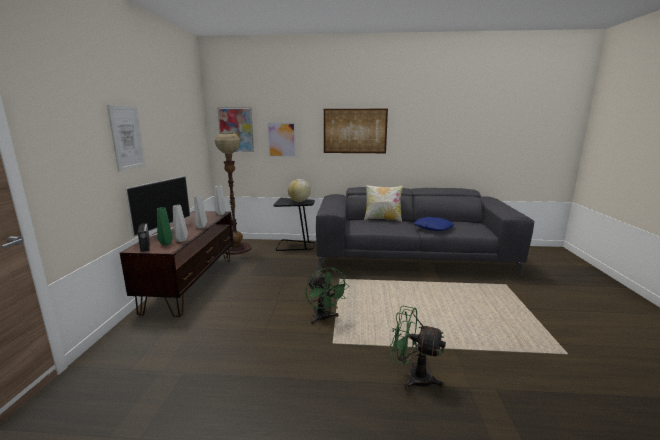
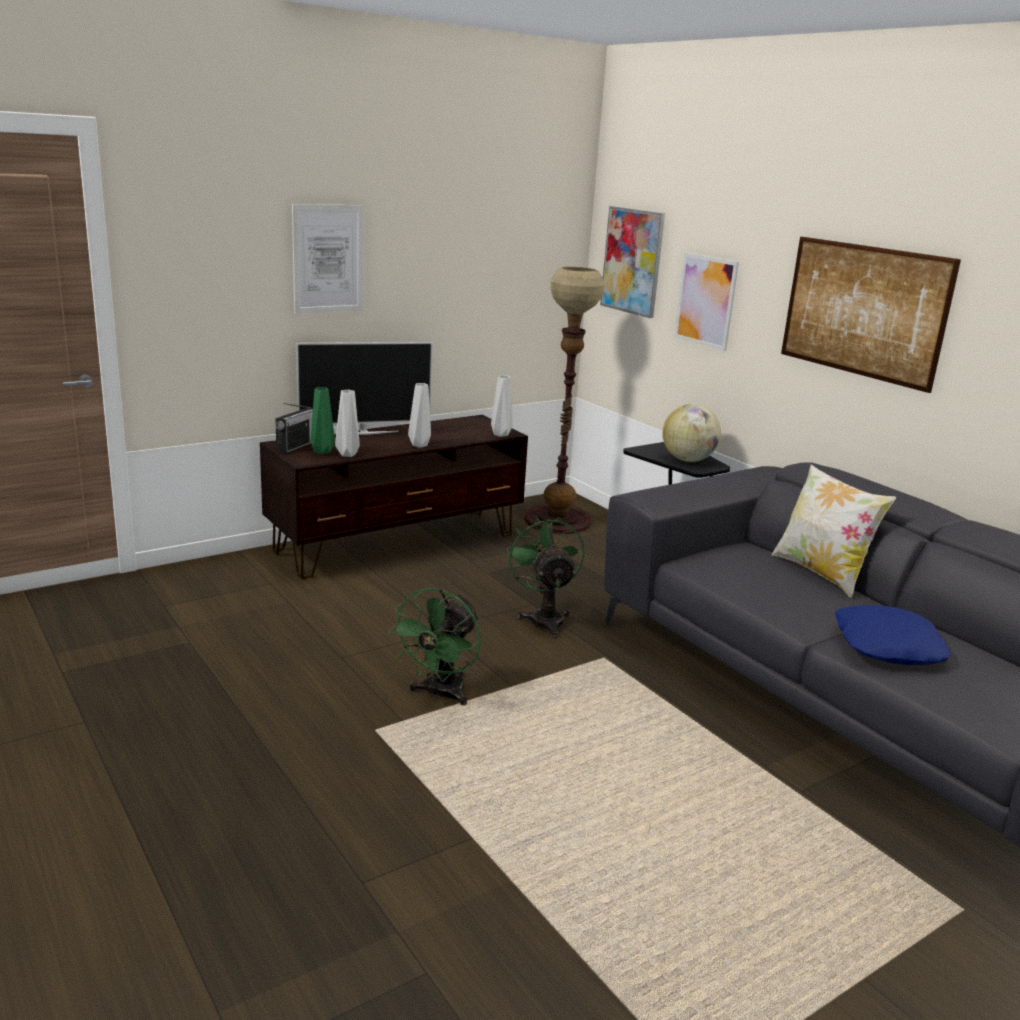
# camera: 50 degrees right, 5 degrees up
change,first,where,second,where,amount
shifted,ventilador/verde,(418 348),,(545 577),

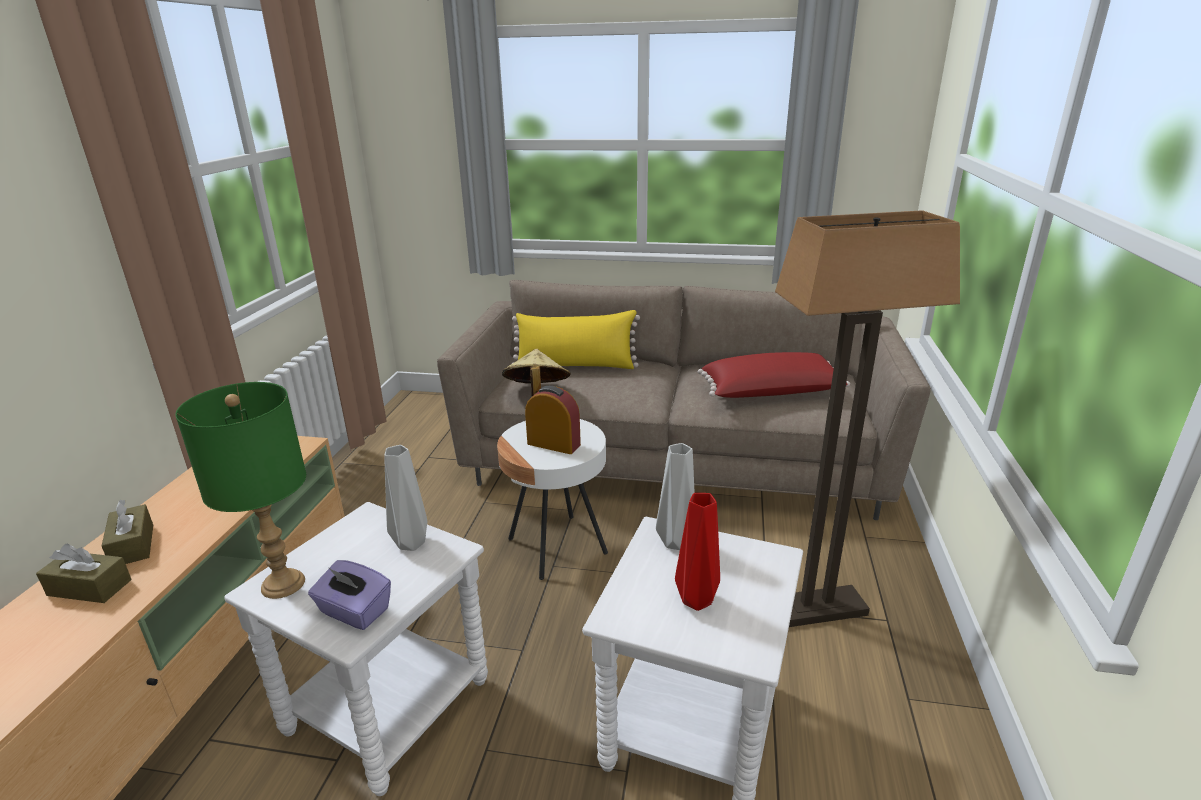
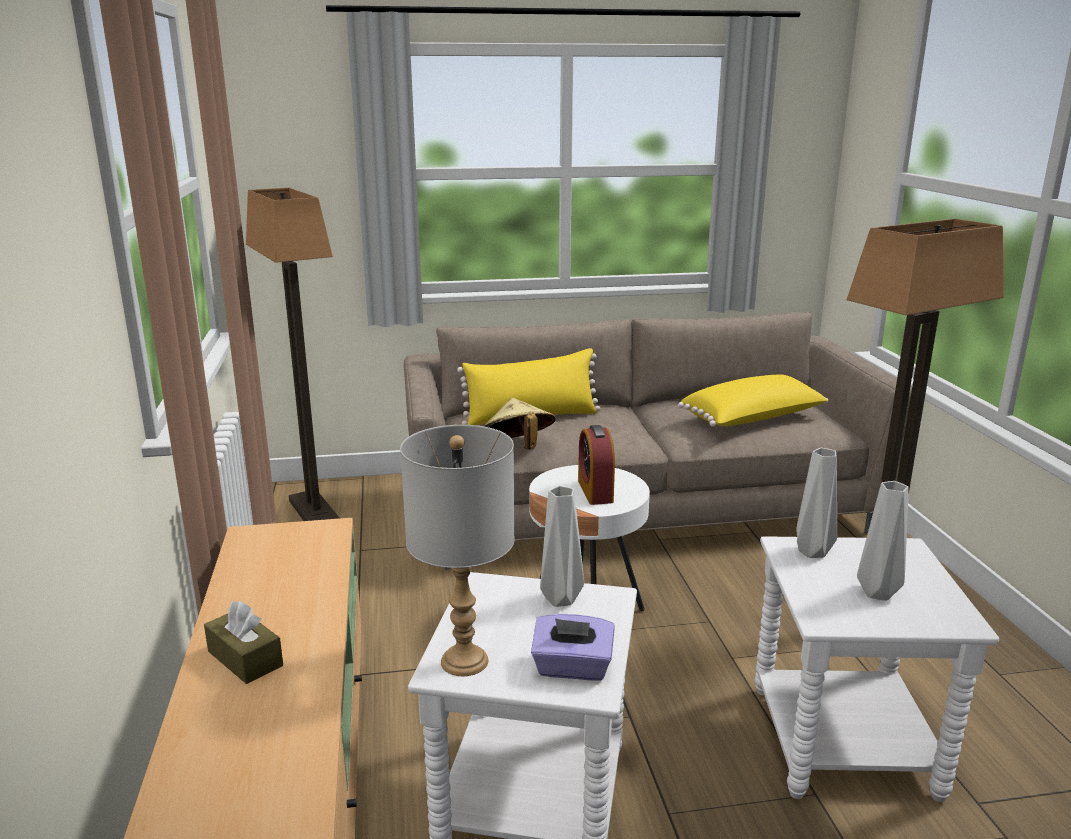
# camera: 20 degrees left, 5 degrees down
change,first,where,second,where,amount
gone,caja de pañuelos/marrón,(84 573),,,
repainted,lámpara de mesa/verde,(240 490),lámpara de mesa/gris,(457 550),
rotated,despertador,(553 420),,(596 465),105 degrees counterclockwise
repainted,florero/rojo,(697 552),florero/gris,(883 541),
repainted,cojín/rojo,(774 375),cojín/amarillo,(753 401),
new,,,lámpara de pie,(293 354),

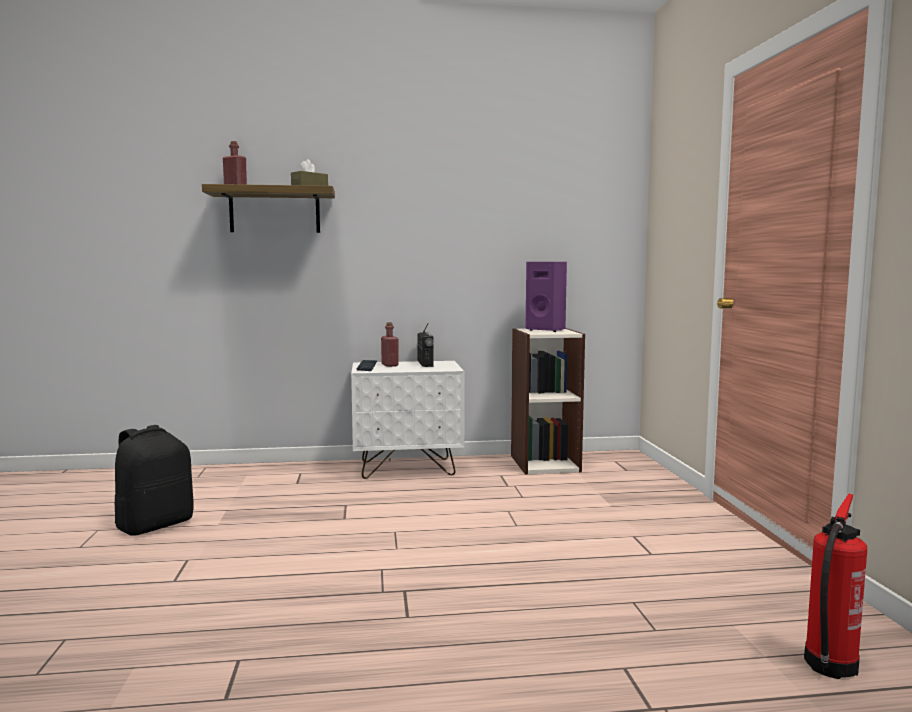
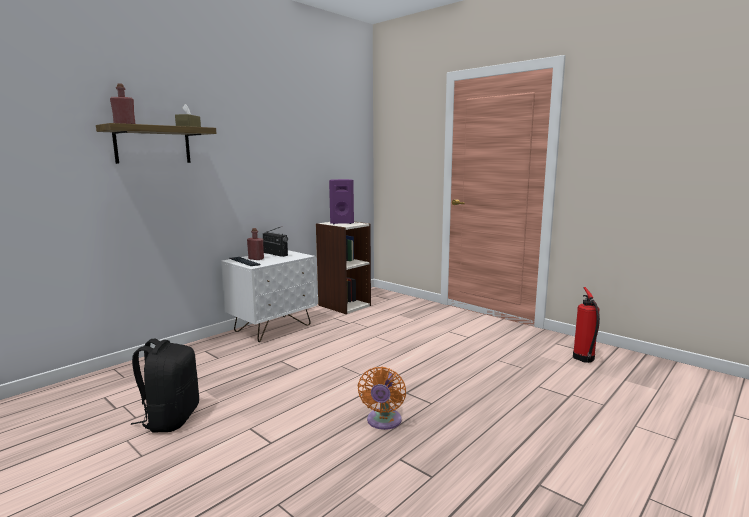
# camera: 40 degrees left, 5 degrees up
change,first,where,second,where,amount
new,,,ventilador/naranja,(381 398),

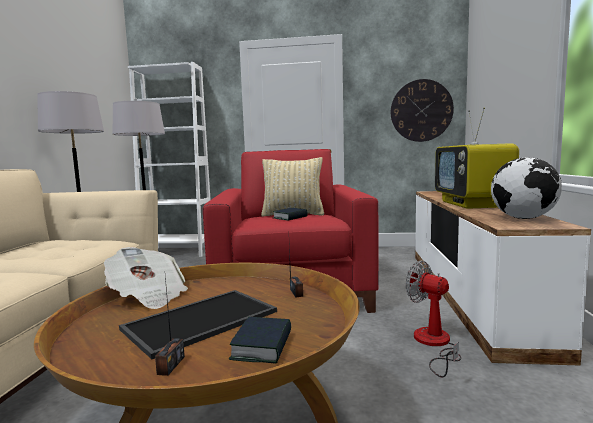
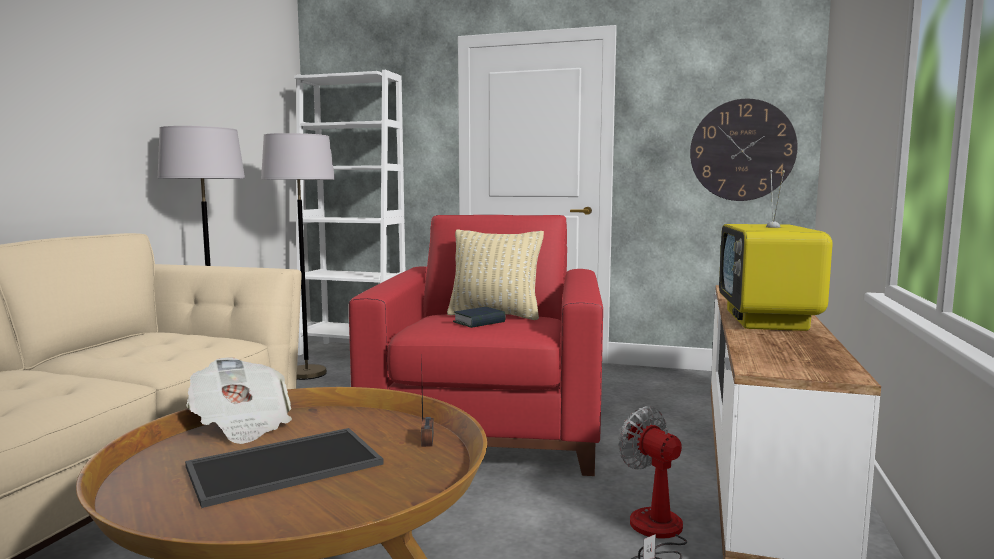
# camera: 10 degrees right, 0 degrees up
change,first,where,second,where,amount
gone,radio,(170 326),,,
gone,libro,(260 340),,,
gone,globo terráqueo,(526 188),,,

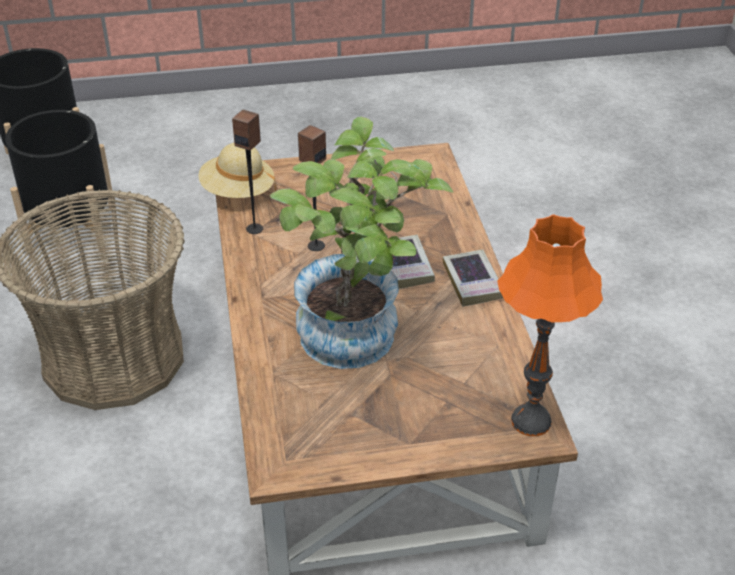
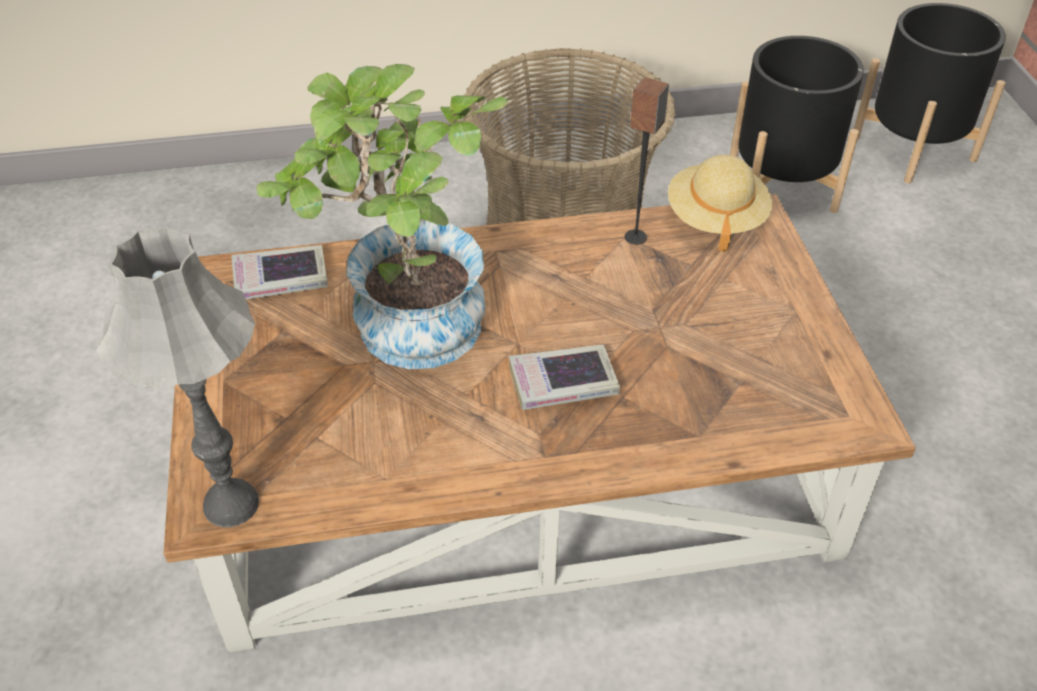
# camera: 90 degrees right, 5 degrees up
change,first,where,second,where,amount
gone,altavoz,(312 188),,,
shifted,libro,(473 278),,(279 272),
repainted,lámpara de mesa/naranja,(550 325),lámpara de mesa/gris,(177 376),

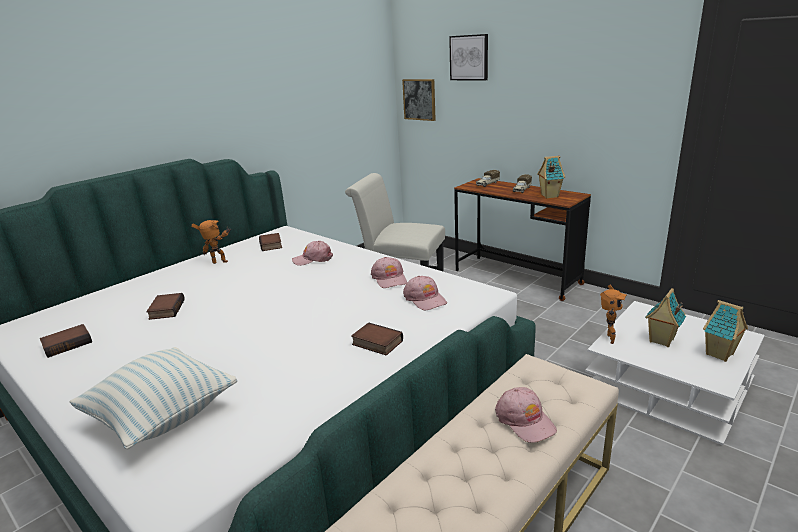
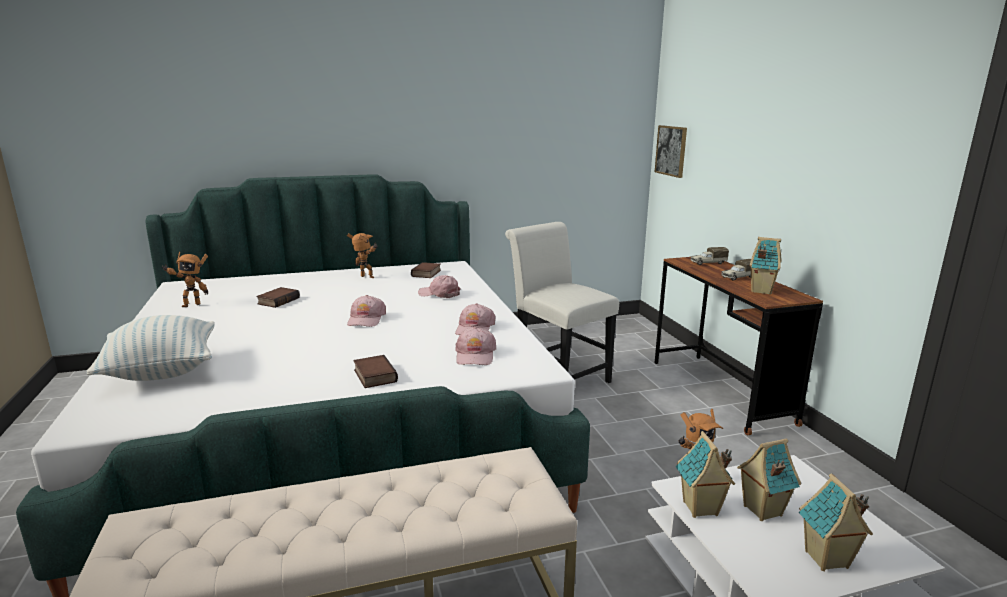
# camera: 30 degrees right, 5 degrees down
change,first,where,second,where,amount
swapped,libro,(66 341),robot de juguete,(184 279),
gone,cuadro,(468 57),,,
shifted,gorra/rosa,(526 415),,(366 311),
new,,,casita,(705 474),

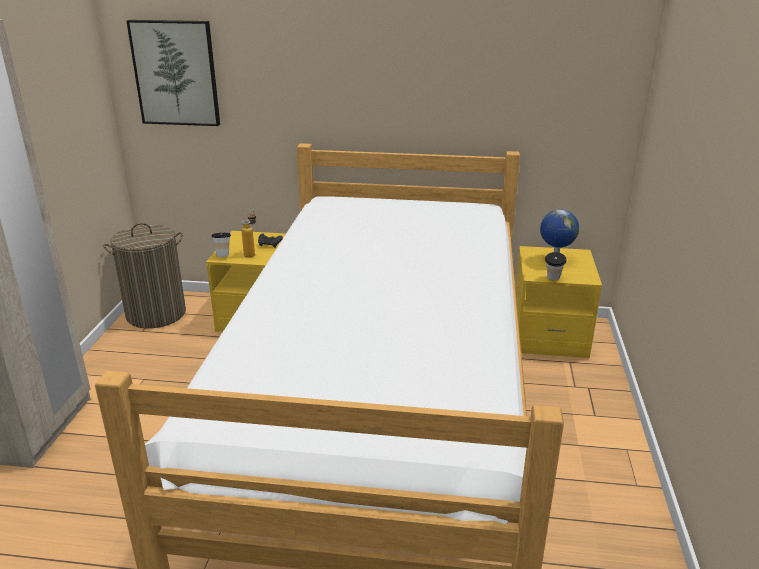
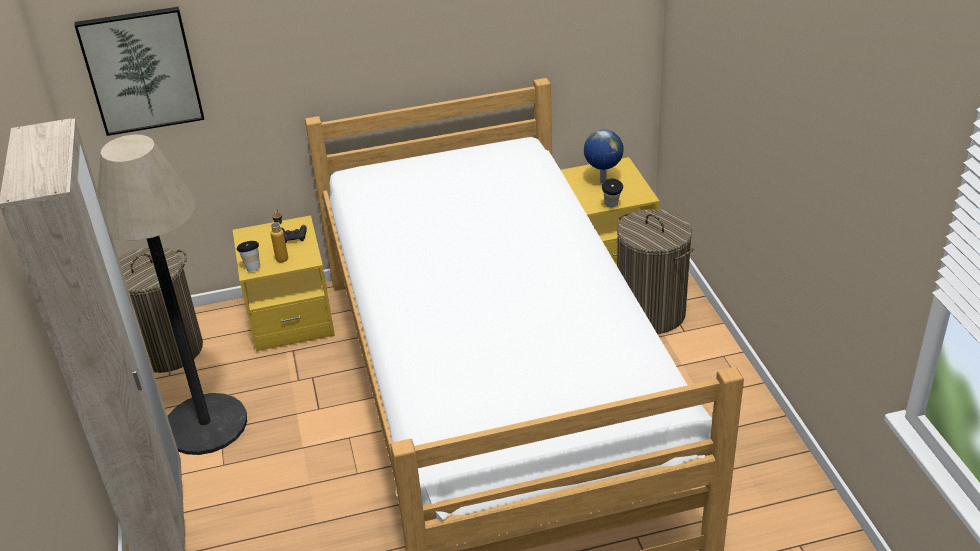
# camera: 20 degrees left, 10 degrees up
change,first,where,second,where,amount
new,,,lámpara de pie,(172 295),
new,,,cesto de la ropa,(655 271),

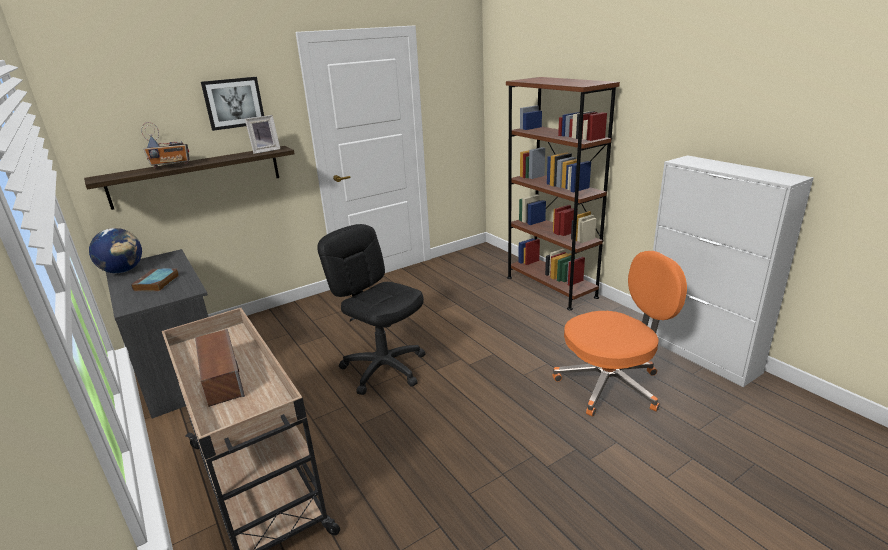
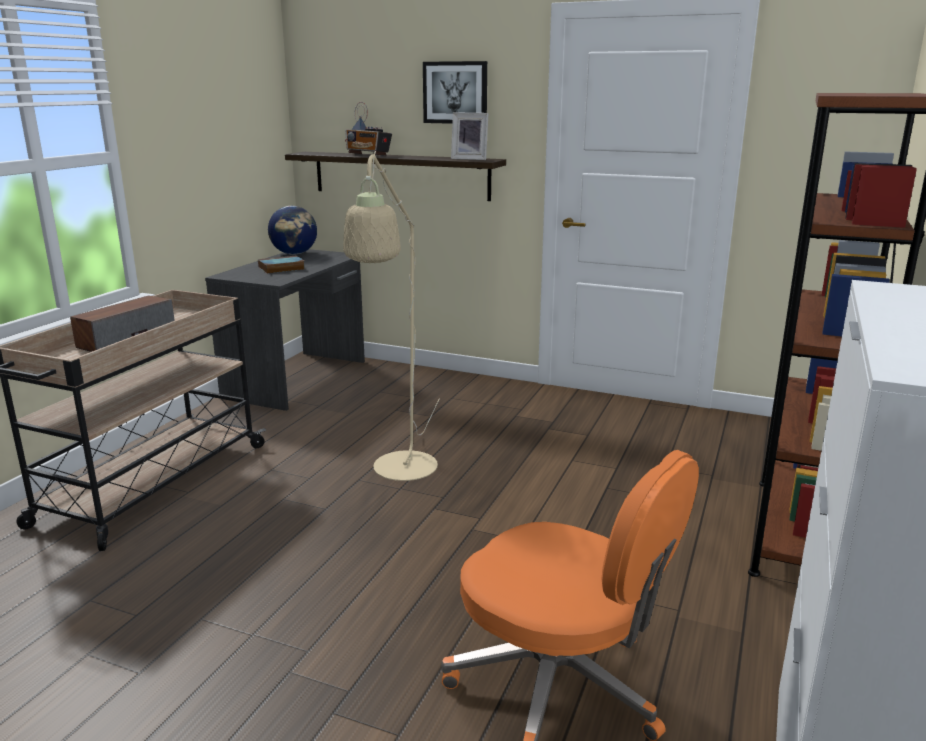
# camera: 55 degrees right, 5 degrees down
change,first,where,second,where,amount
swapped,silla de oficina/negro,(371 309),lámpara de pie/beis,(391 316),

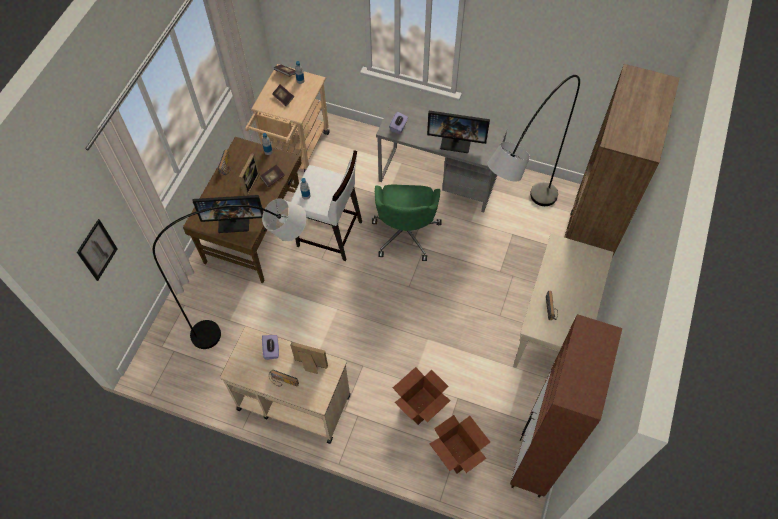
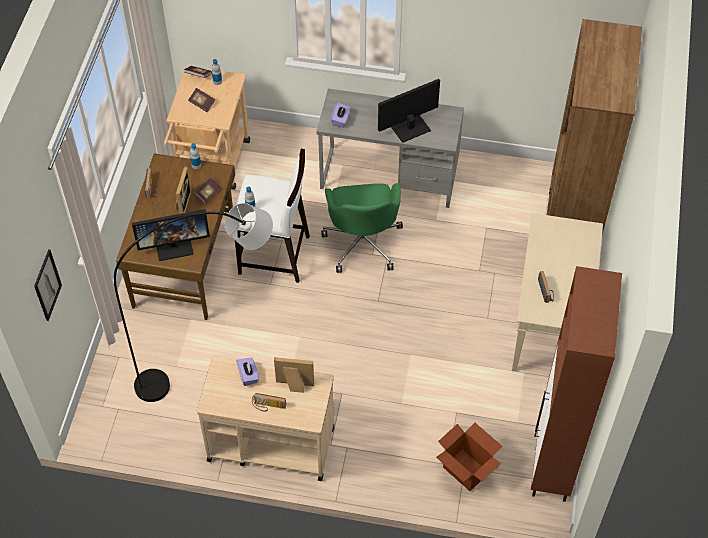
# camera: 10 degrees left, 5 degrees down
change,first,where,second,where,amount
gone,caja de cartón,(422 396),,,
rotated,monitor,(458 132),,(409 111),150 degrees clockwise
gone,lámpara de pie/gris,(534 140),,,

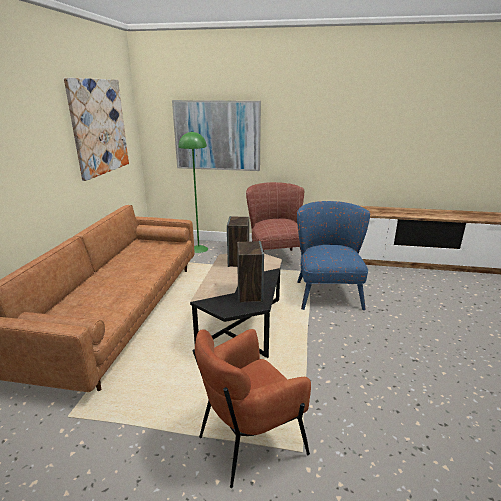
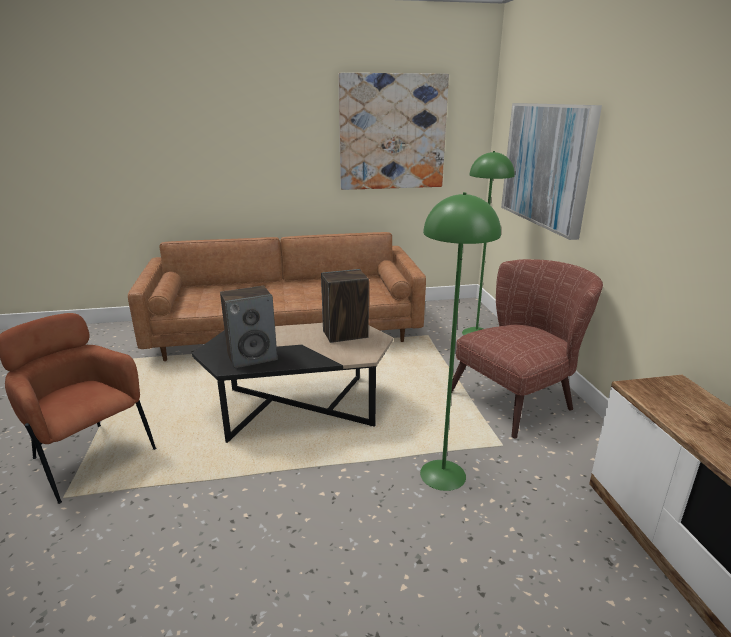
# camera: 70 degrees right, 0 degrees up
change,first,where,second,where,amount
swapped,sillón/azul,(333 255),lámpara de pie/verde,(460 341),

